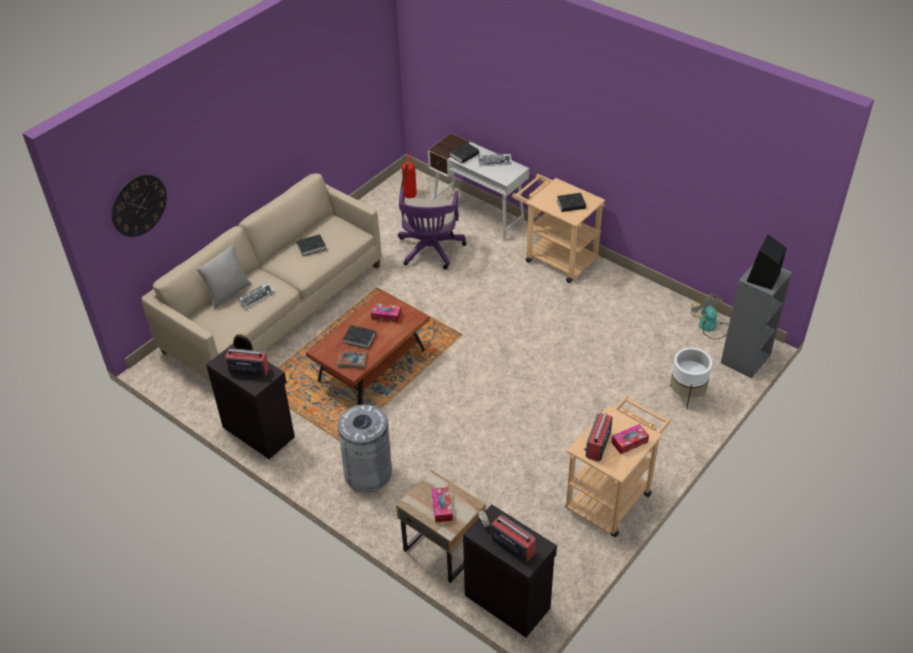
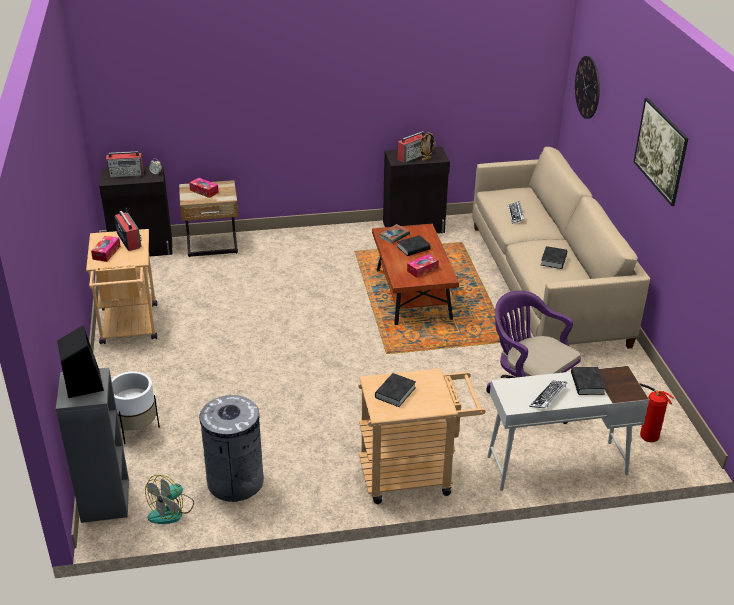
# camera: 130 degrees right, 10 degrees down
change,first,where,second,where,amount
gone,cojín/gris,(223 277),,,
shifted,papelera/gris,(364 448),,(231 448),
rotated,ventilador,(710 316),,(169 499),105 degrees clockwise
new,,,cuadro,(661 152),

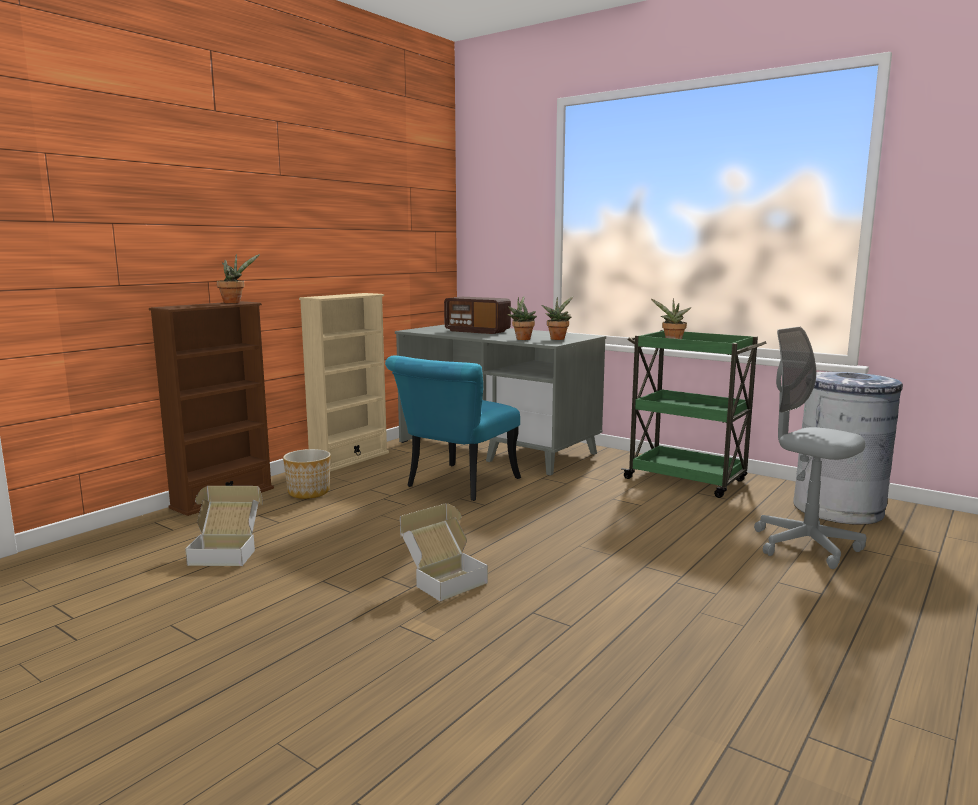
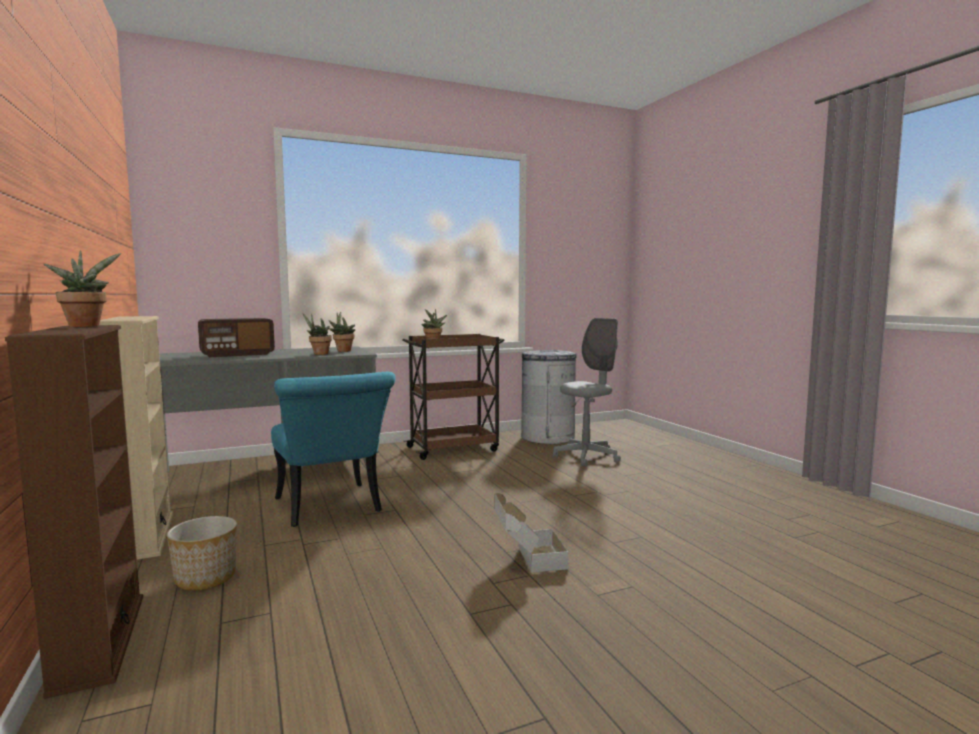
# camera: 60 degrees left, 5 degrees down
change,first,where,second,where,amount
gone,caja de cartón,(224 526),,,
repainted,carrito/verde,(694 414),carrito/marrón,(453 397),
rotated,silla de oficina/gris,(810 447),,(587 392),150 degrees clockwise

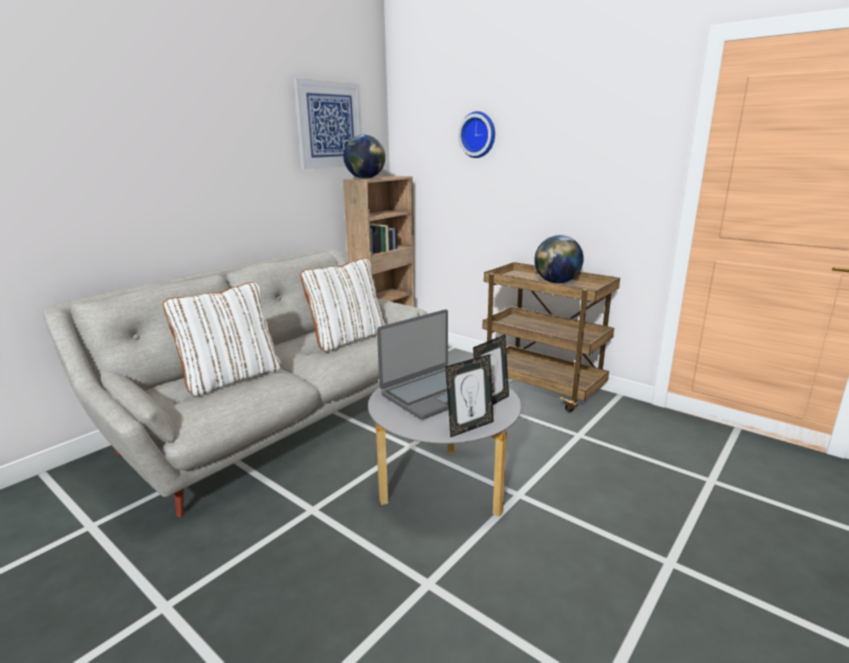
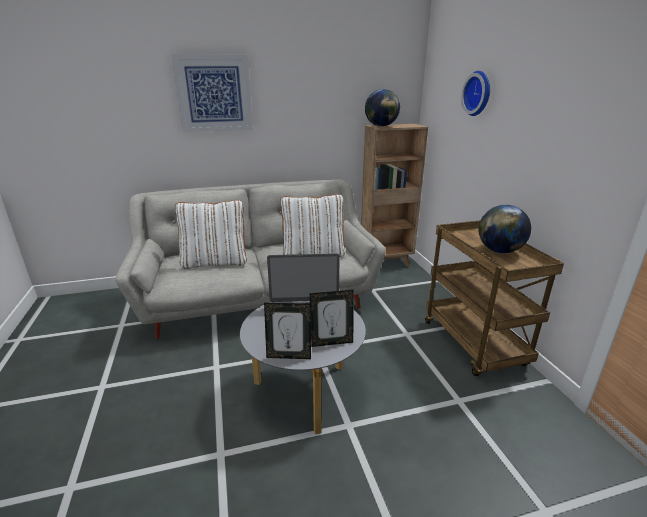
# camera: 35 degrees right, 5 degrees up
change,first,where,second,where,amount
shifted,cuadro,(328 123),,(212 93),

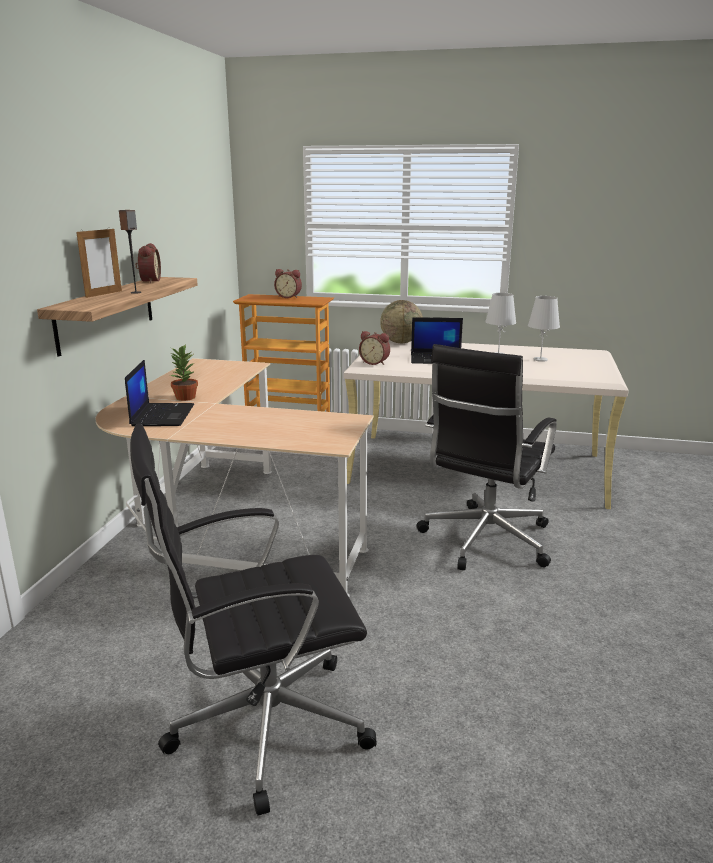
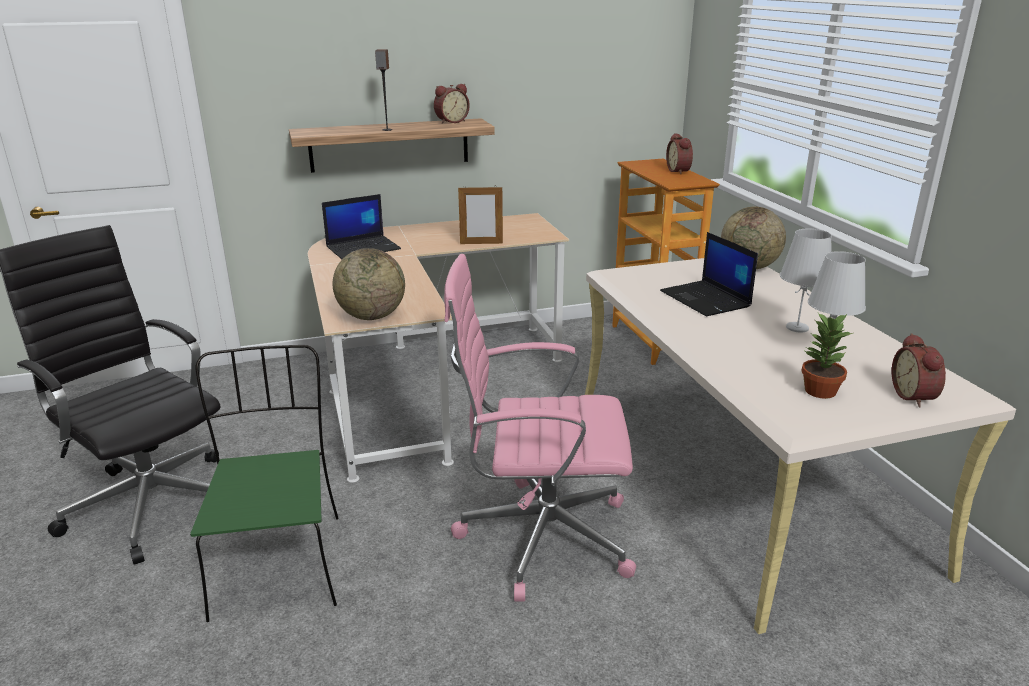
# camera: 60 degrees right, 5 degrees up
change,first,where,second,where,amount
shifted,portarretratos,(99 262),,(480 214),
shifted,planta en maceta,(184 373),,(827 356),
shifted,despertador,(374 348),,(919 370),
repainted,silla de oficina/negro,(487 457),silla de oficina/rosa,(540 428),
new,,,silla/verde,(264 483),
new,,,globo terráqueo,(369 284),

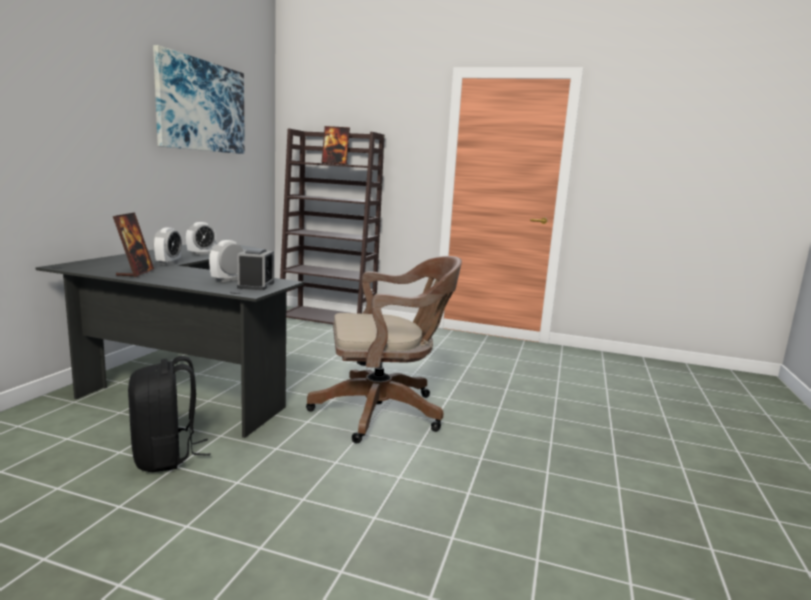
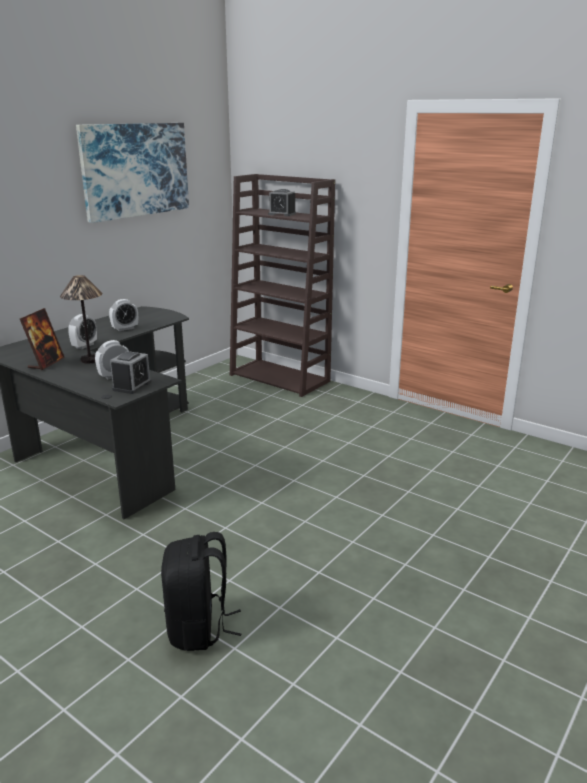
# camera: 20 degrees right, 10 degrees up
change,first,where,second,where,amount
shifted,mochila/negro,(169 414),,(201 591),
gone,silla de oficina/marrón,(384 349),,,
swapped,portarretratos,(335 145),despertador,(282 202),
new,,,lámpara de mesa,(81 319),

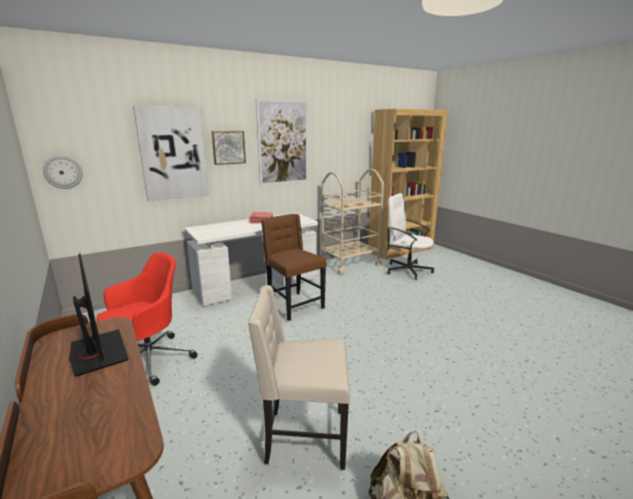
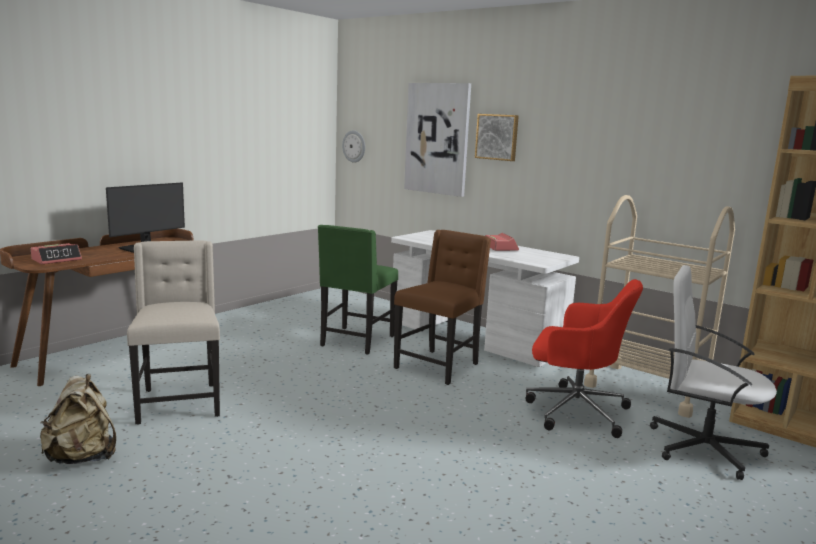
# camera: 70 degrees right, 5 degrees down
change,first,where,second,where,amount
shifted,silla de oficina/rojo,(147 319),,(584 358),
gone,cuadro,(282 142),,,
rotated,silla de oficina/blanco,(410 236),,(713 372),75 degrees counterclockwise
new,,,despertador,(56 253),
new,,,silla/verde,(358 290),

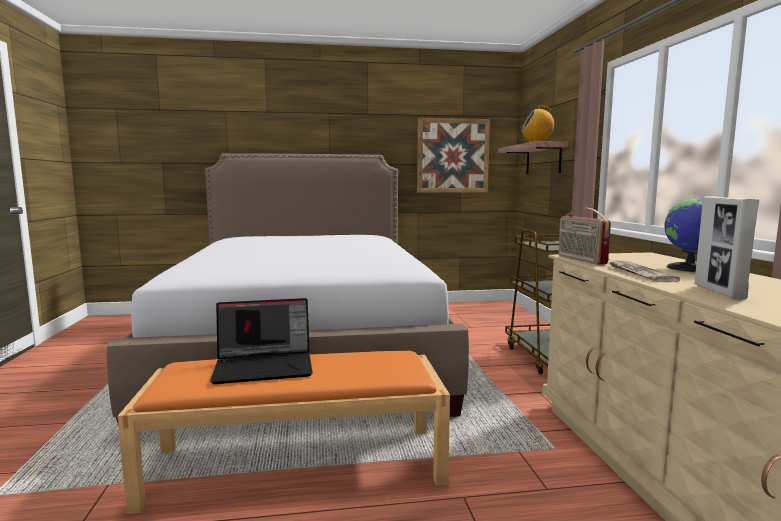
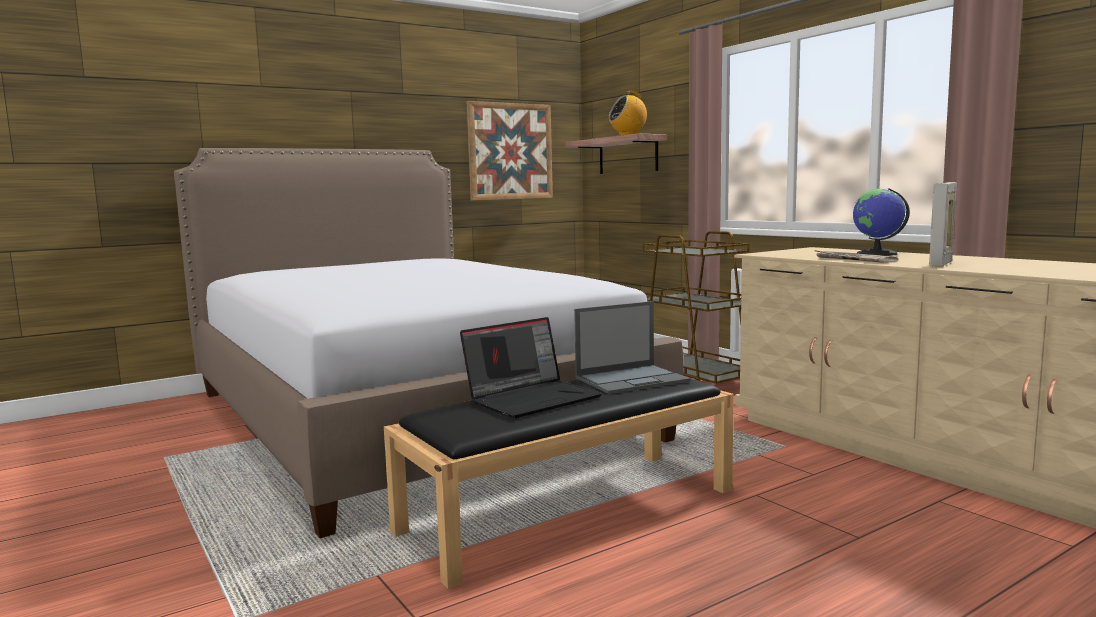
# camera: 25 degrees left, 0 degrees up
change,first,where,second,where,amount
repainted,banco/naranja,(283 432),banco/negro,(559 484),
gone,radio,(584 236),,,
rotated,portarretratos,(726 247),,(943 224),60 degrees clockwise
new,,,portátil,(632 347),

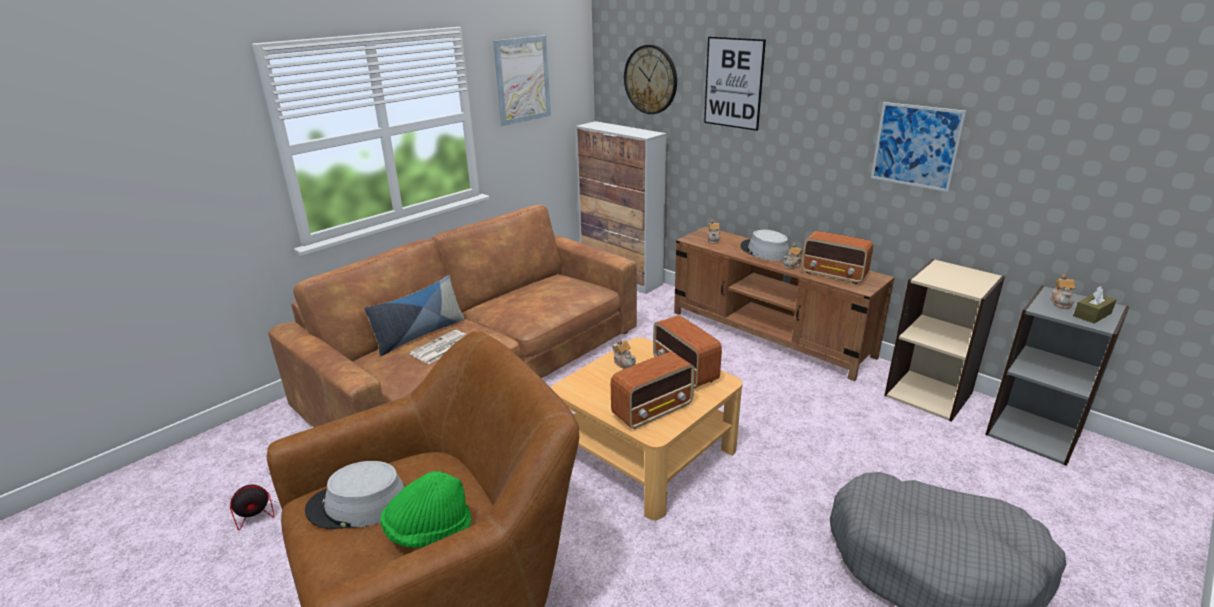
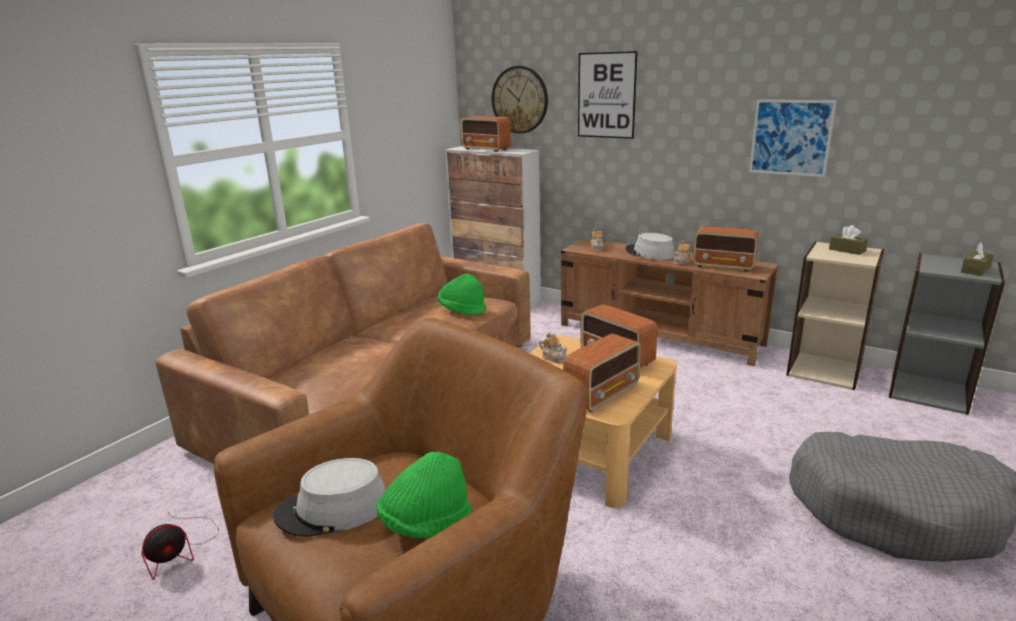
# camera: 10 degrees left, 5 degrees down
change,first,where,second,where,amount
gone,cojín,(414 315),,,
gone,periódico,(438 347),,,
gone,cuadro,(522 80),,,
gone,tetera,(1063 291),,,
new,,,sombrero/verde,(462 294),
new,,,radio,(485 134),
new,,,caja de pañuelos/marrón,(848 240),

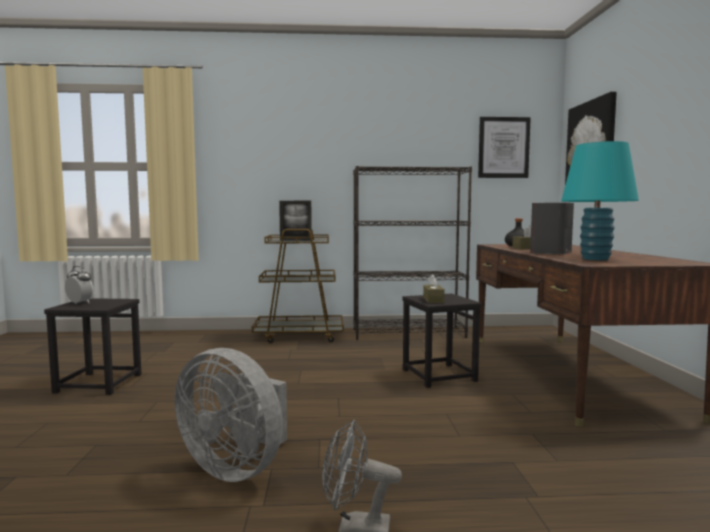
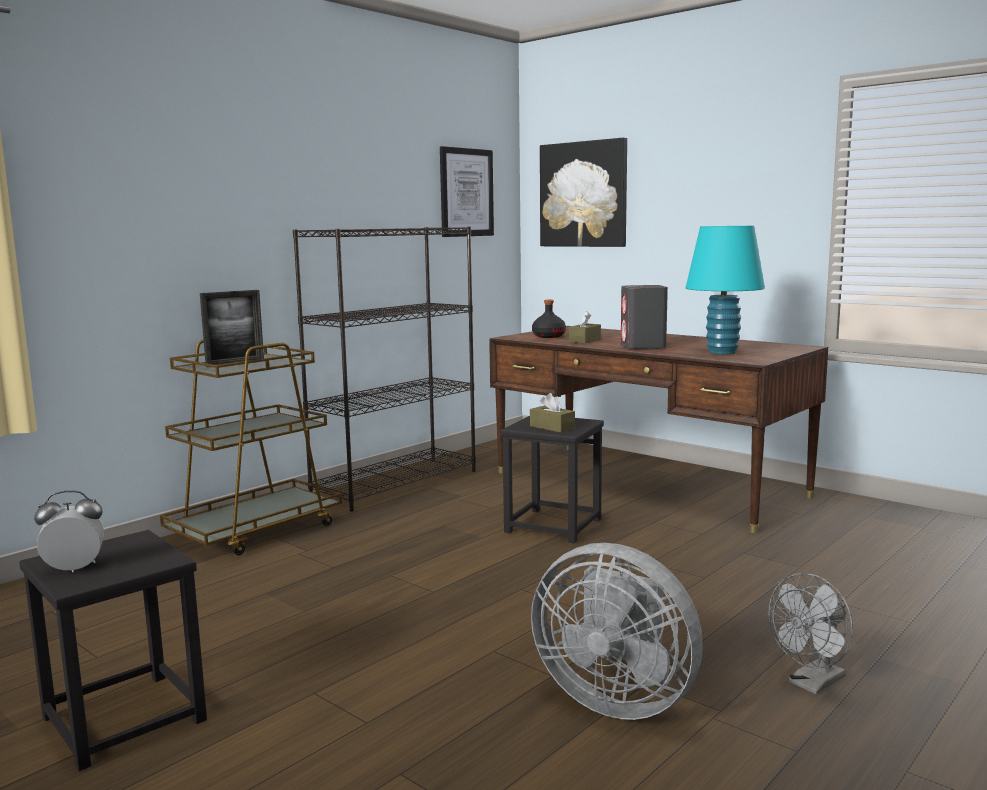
# camera: 45 degrees left, 5 degrees up
change,first,where,second,where,amount
rotated,ventilador/gris,(231 415),,(617 631),45 degrees clockwise

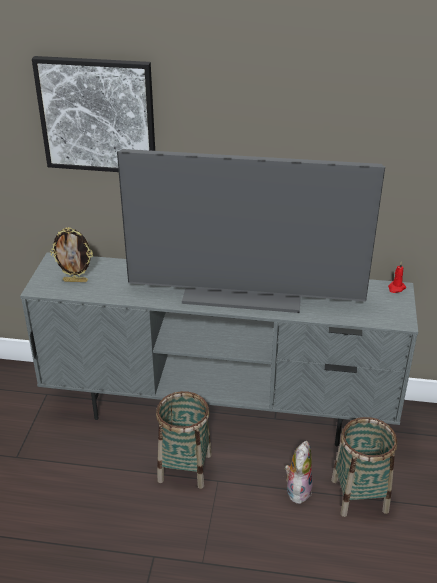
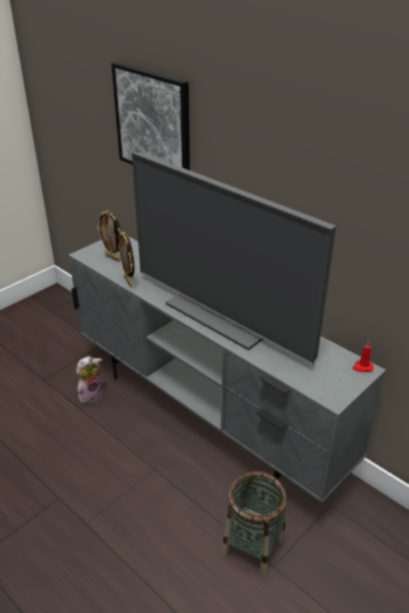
# camera: 35 degrees right, 0 degrees up
change,first,where,second,where,amount
gone,cesta,(184 440),,,
shifted,peluche,(299 472),,(89 380),
new,,,portarretratos,(127 259),

